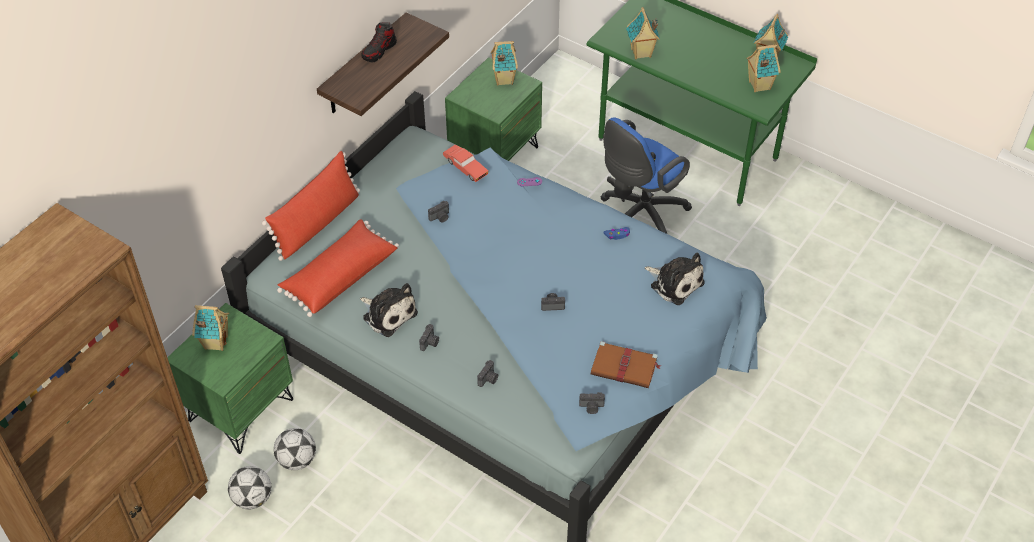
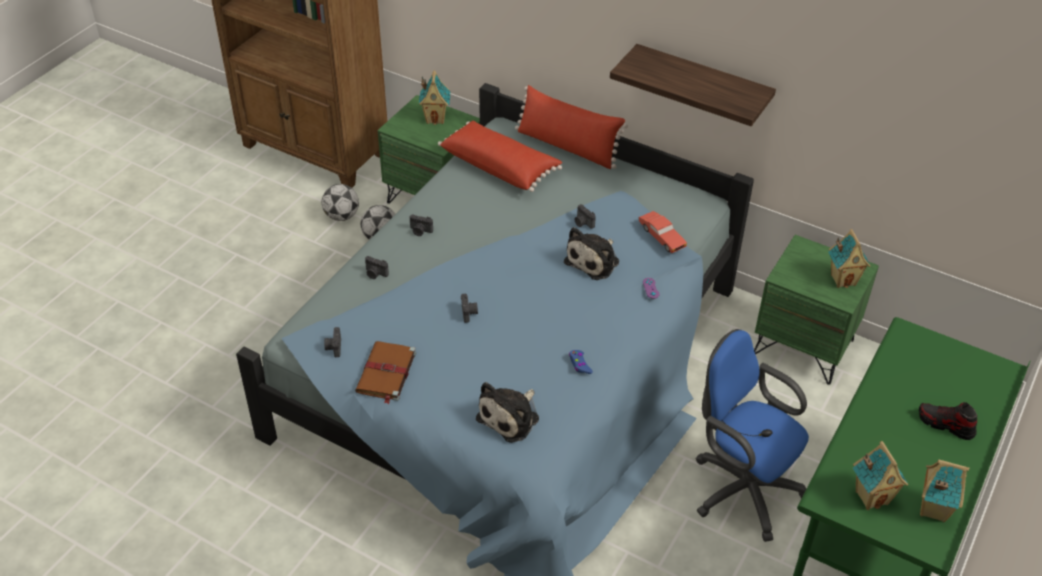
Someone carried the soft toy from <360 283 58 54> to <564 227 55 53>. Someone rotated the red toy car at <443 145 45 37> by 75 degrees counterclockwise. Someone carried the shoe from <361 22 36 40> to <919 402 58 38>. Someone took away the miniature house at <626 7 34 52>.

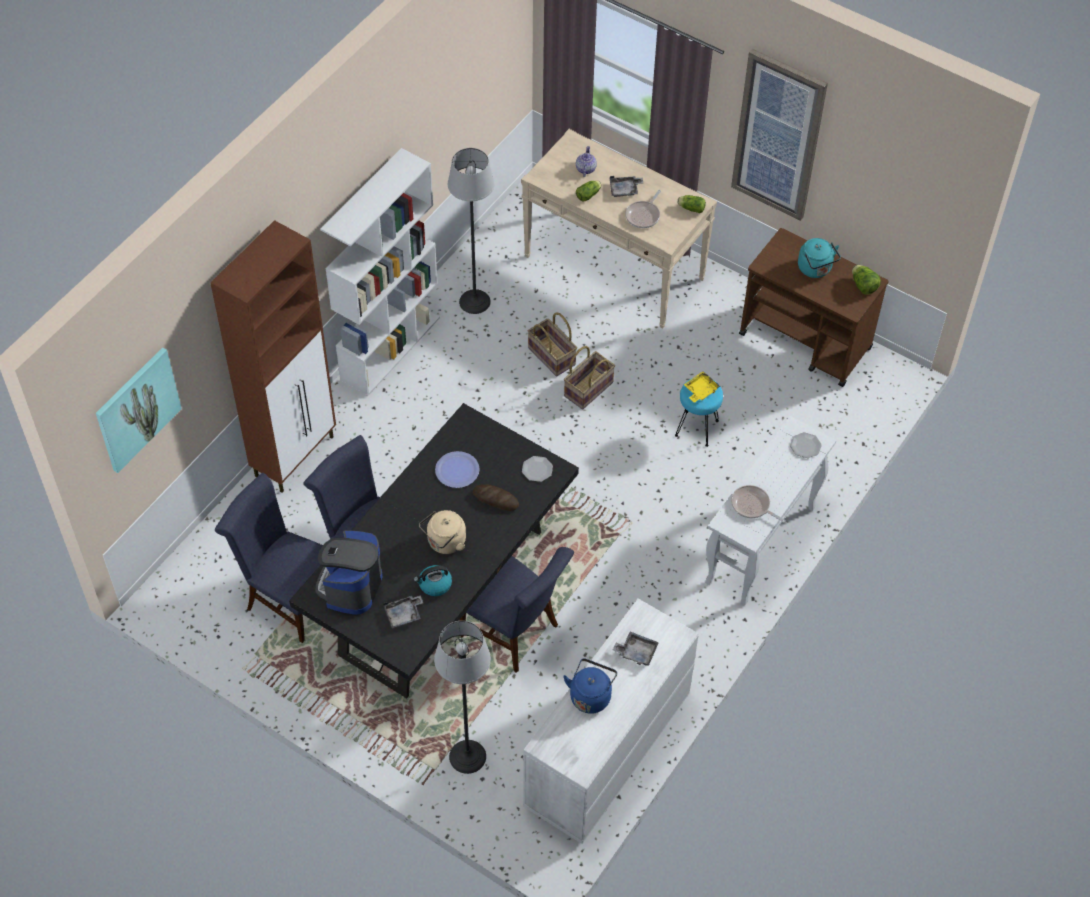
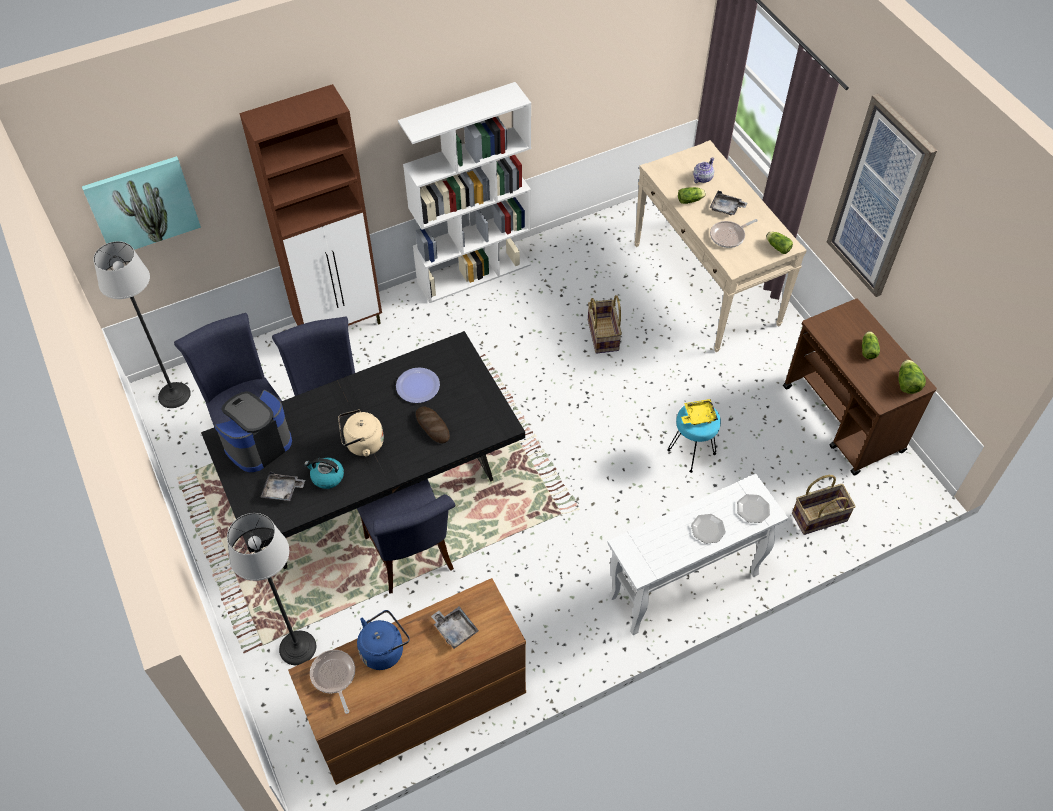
Someone carried the standing lamp from <448 148 47 166> to <94 241 97 167>. Someone repainted the whitish dresser at <523 599 175 245>, which became the brownish dresser at <288 578 238 207>. Someone carried the pan from <731 485 54 38> to <310 650 45 64>. Someone carried the plate from <522 456 31 26> to <691 514 35 30>. Someone carried the basket from <564 346 51 64> to <792 475 64 60>. Someone swapped the turquoise-coloured water kettle at <798 238 43 40> for the lettuce at <862 331 18 28>.

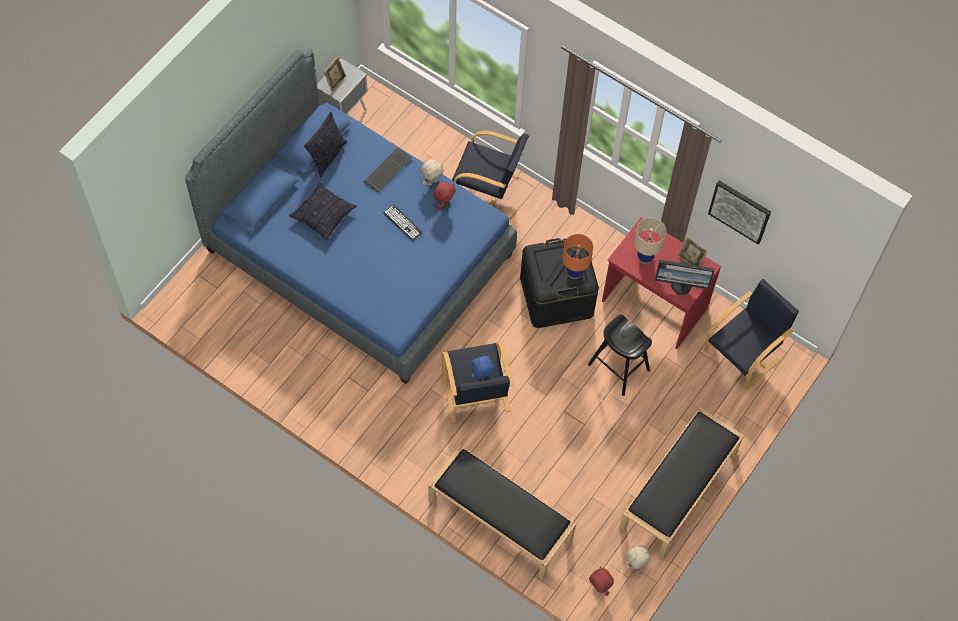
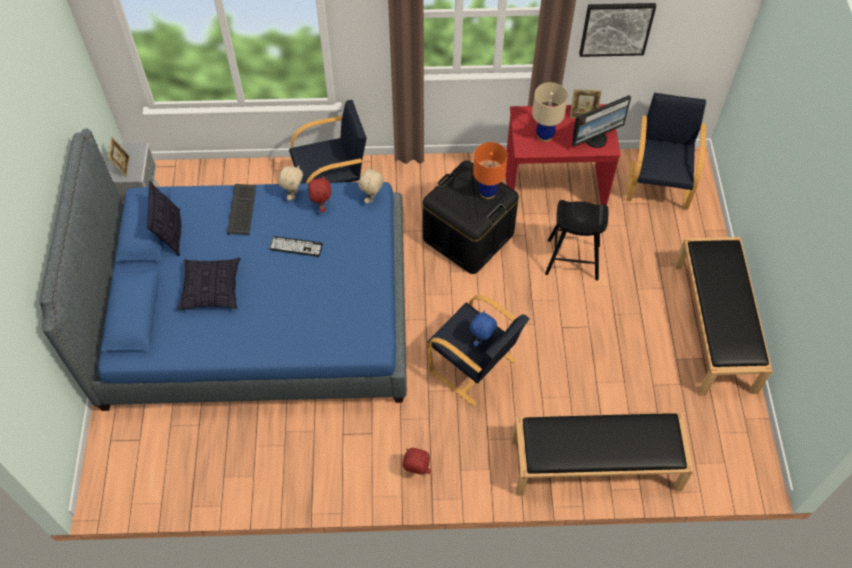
Someone carried the beige-coloured soft toy from <626 545 25 24> to <358 166 26 38>. Someone carried the red soft toy from <589 567 25 29> to <403 448 28 26>.

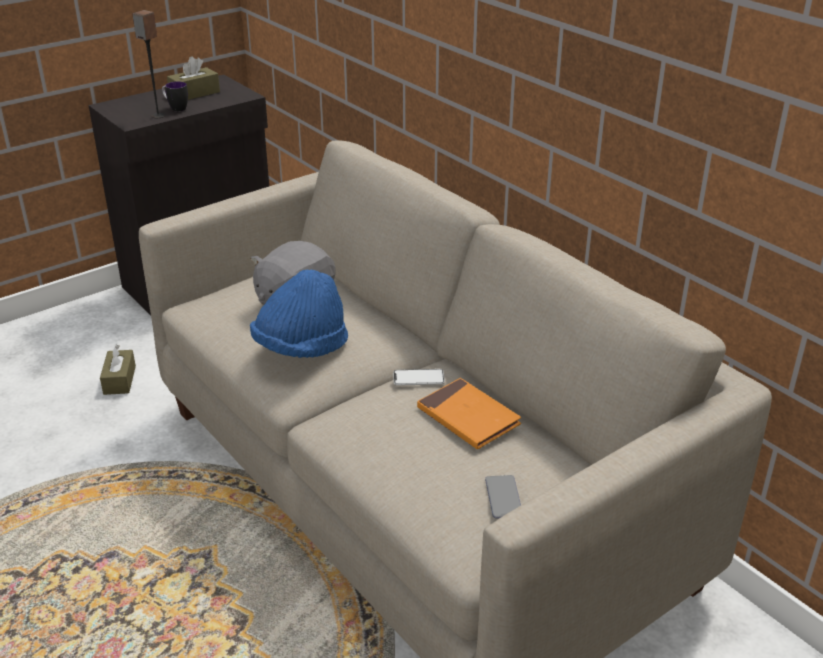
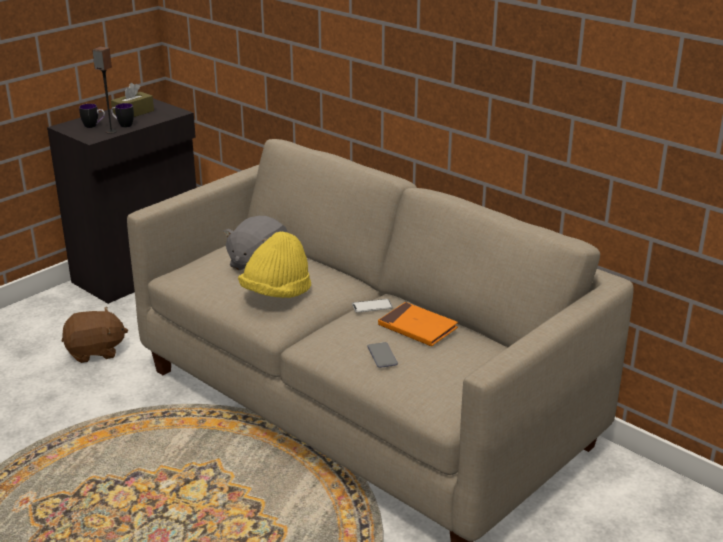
Someone swapped the brownish tissue holder at <100 345 36 50> for the brownish soft toy at <62 307 66 56>. Someone put down the mug at <79 104 26 24>. Someone repainted the bluish hat at <250 269 98 89>, which became the yellow-coloured hat at <238 231 73 67>. Someone carried the telephone from <485 475 36 44> to <368 342 30 26>.

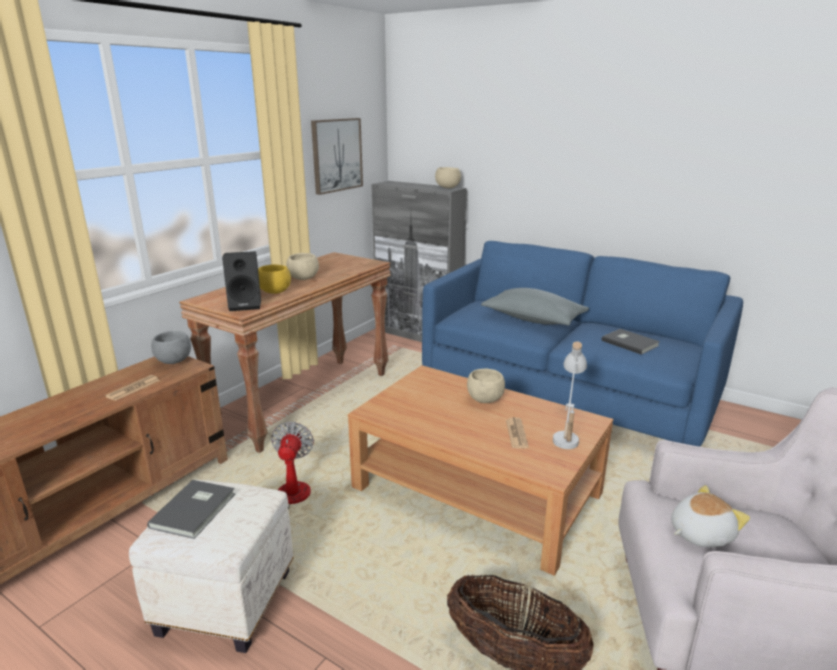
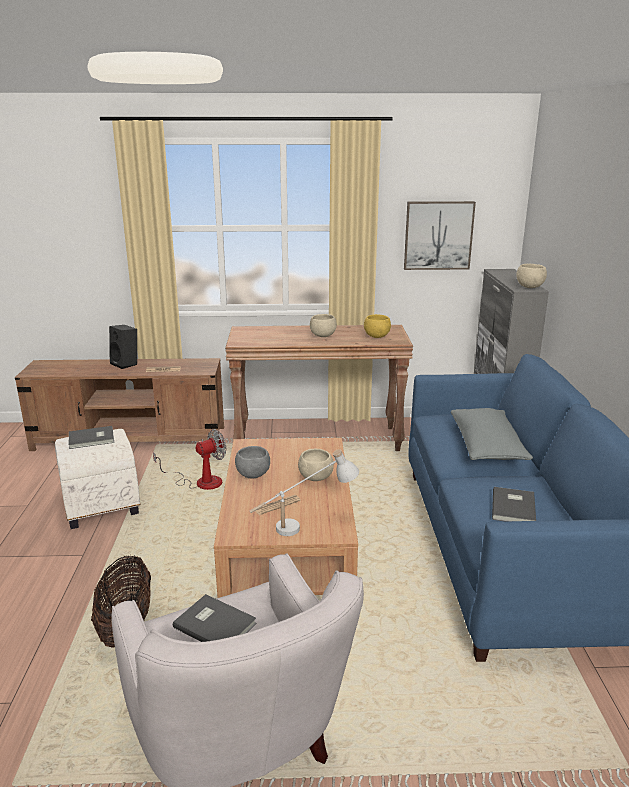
Someone carried the blackish speaker from <222 251 39 60> to <109 325 28 44>. Someone swapped the soft toy at <671 485 79 62> for the grey book at <173 594 84 48>. Someone carried the grey deep dish from <151 331 40 33> to <235 446 35 32>. Someone carried the yellow-coloured deep dish from <258 265 33 29> to <364 314 27 24>.

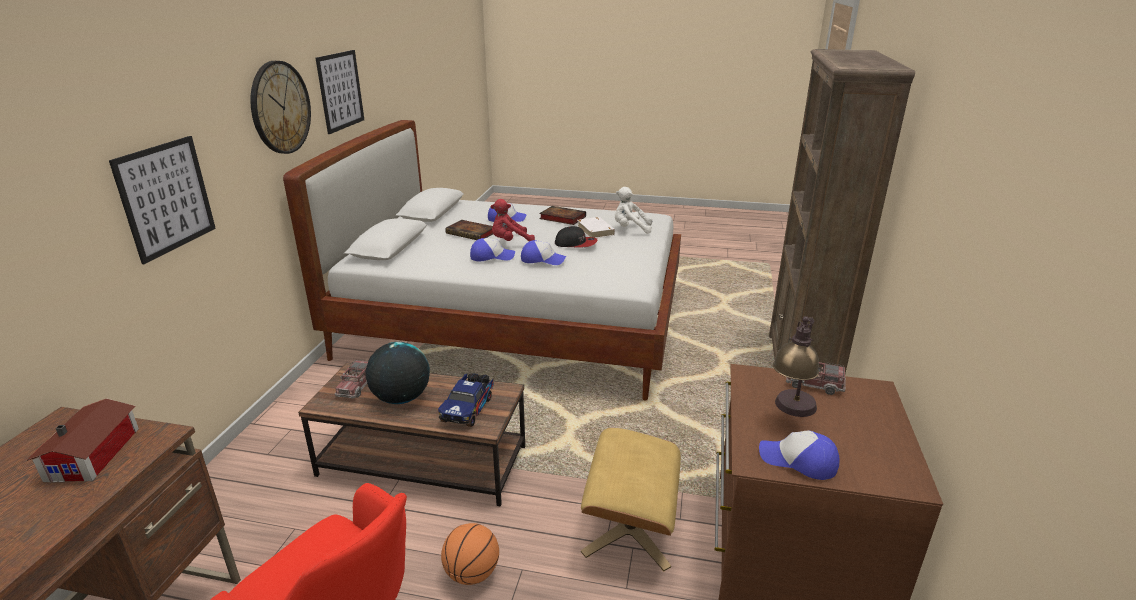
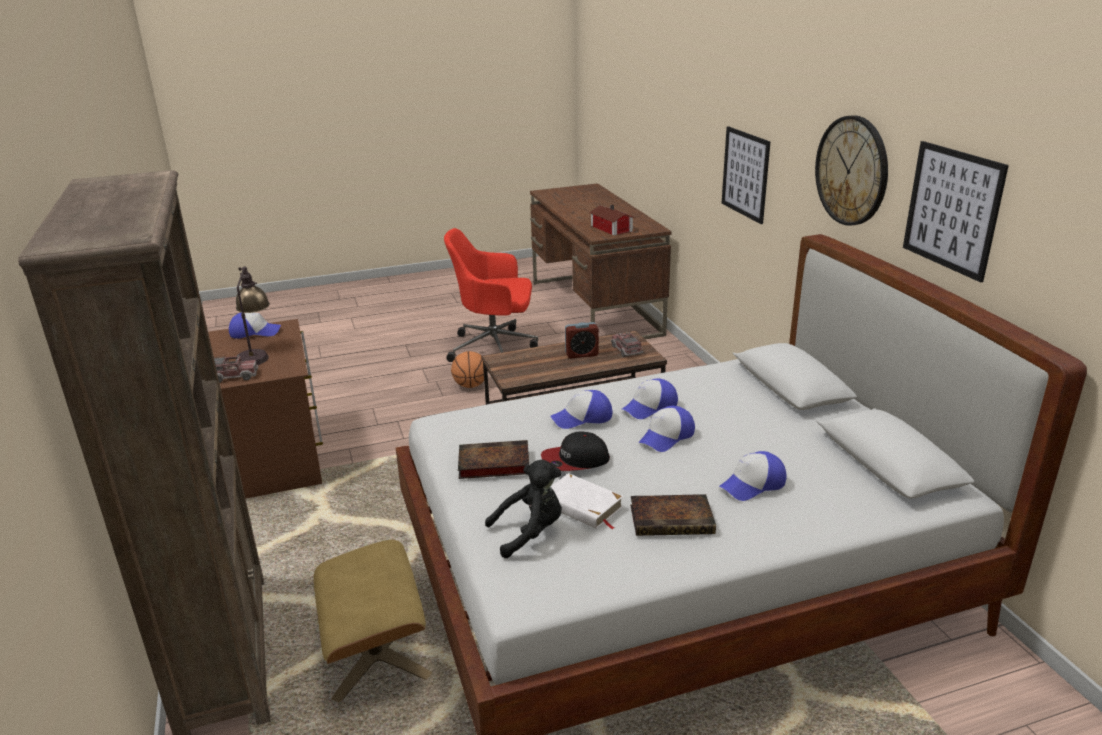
Someone carried the beige-coloured footrest from <581 428 100 143> to <313 539 119 164>. Someone carried the book from <445 220 48 20> to <458 440 71 39>. Someone repainted the whitish soft toy at <615 187 37 47>, which became the blackish soft toy at <485 459 77 99>. Someone swapped the desk globe at <365 342 65 62> for the alarm clock at <565 322 34 37>. Someone swapped the red soft toy at <491 199 44 42> for the cap at <639 406 56 46>. Someone took away the toy truck at <438 373 55 54>.

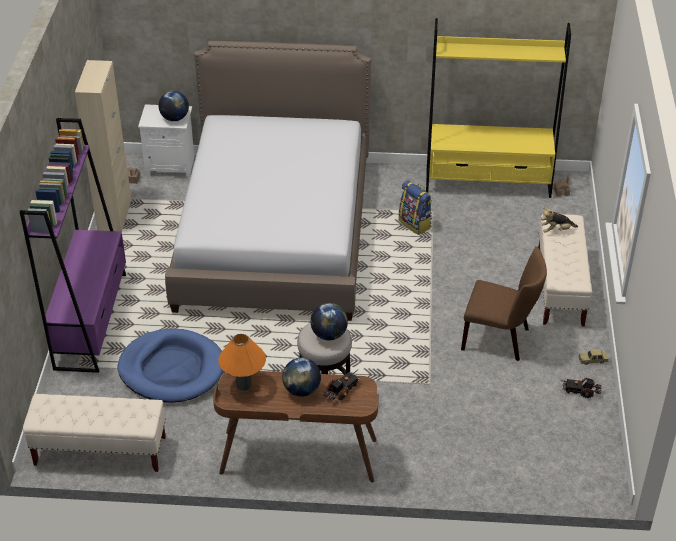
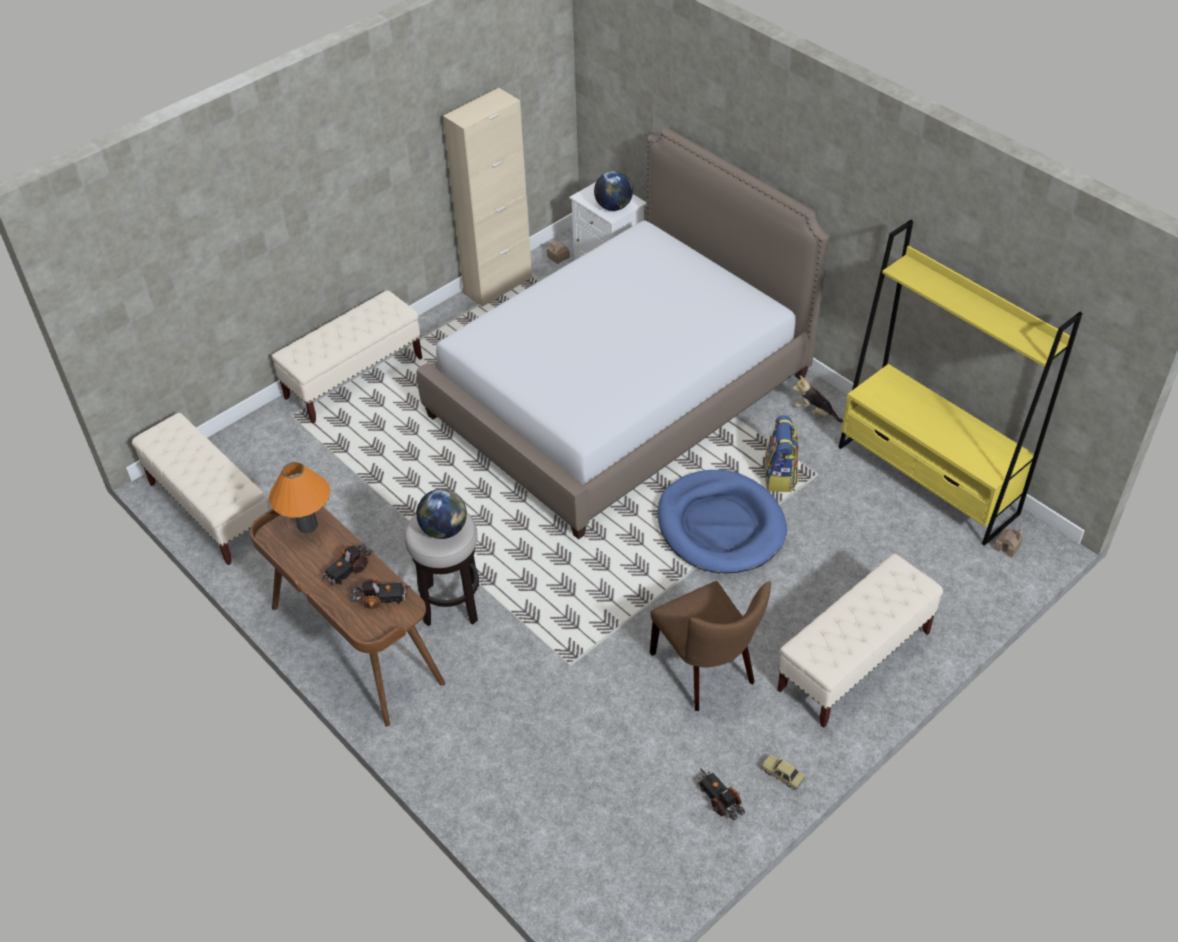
Someone swapped the purple-coloured bookcase at <20 118 106 255> for the beige-coloured bench at <272 290 150 133>. Someone swapped the desk globe at <282 358 39 39> for the toy truck at <322 543 51 43>. Someone carried the bluish pet bed from <117 329 106 74> to <657 470 130 103>. Someone carried the soft toy from <541 207 37 26> to <792 375 51 48>.

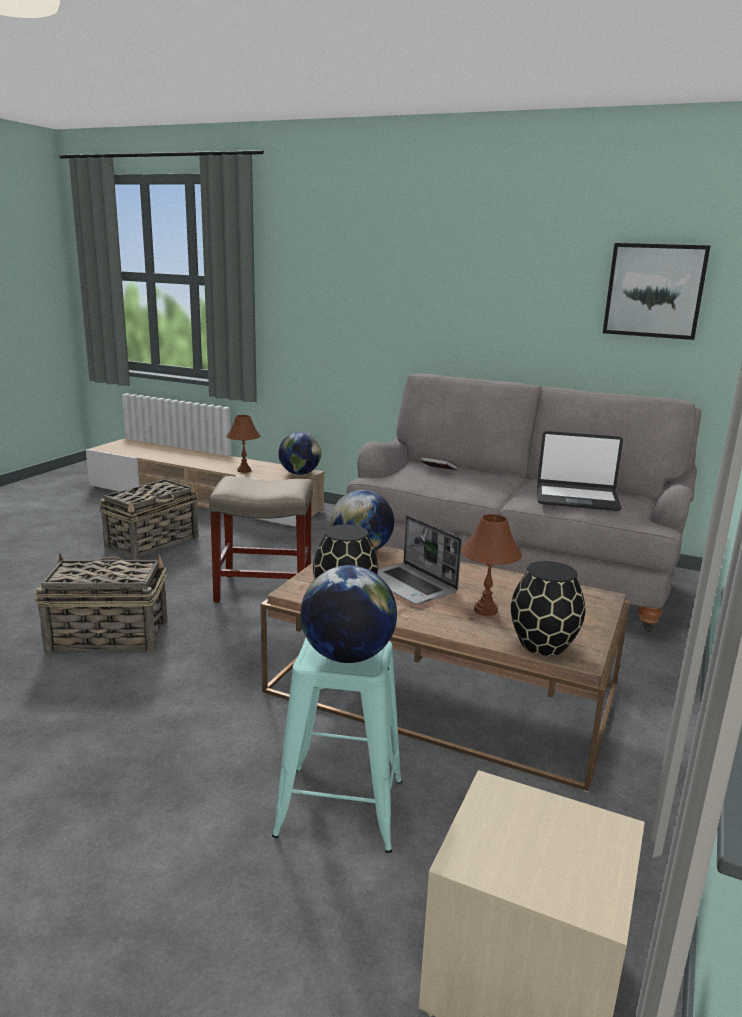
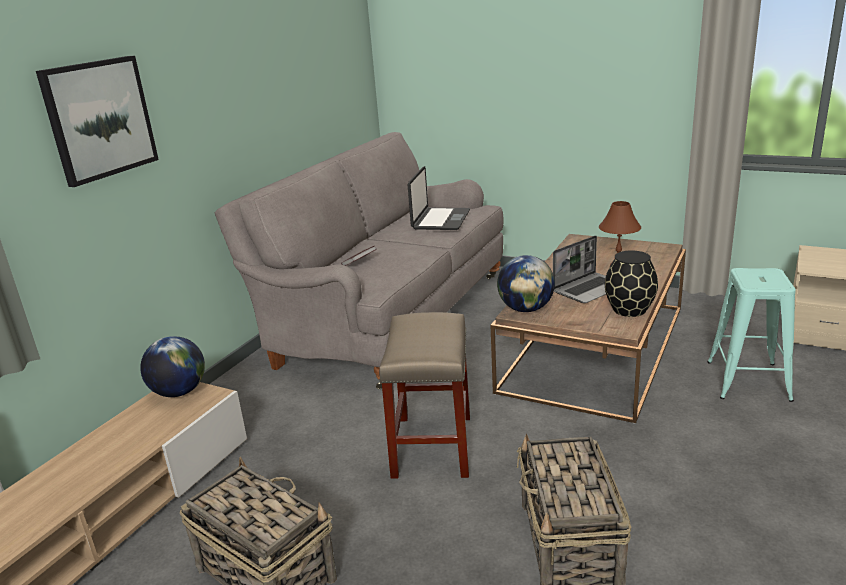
Someone carried the wall art from <603 243 107 97> to <36 56 123 131>. Someone took away the brownish table lamp at <226 415 35 58>. Someone took away the desk globe at <300 565 97 98>. Someone took away the blackish vase at <511 561 74 95>.

